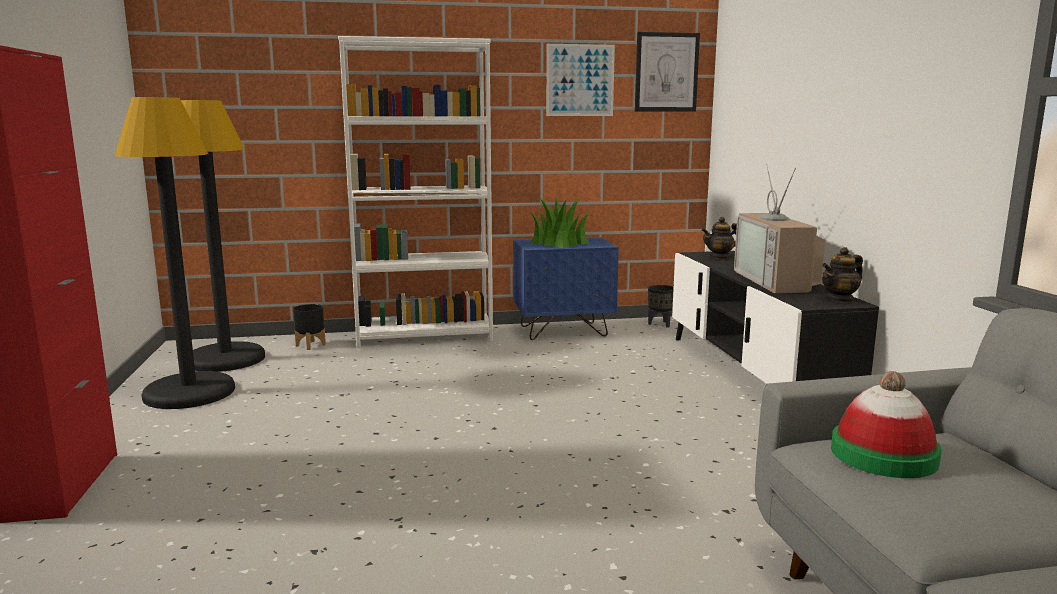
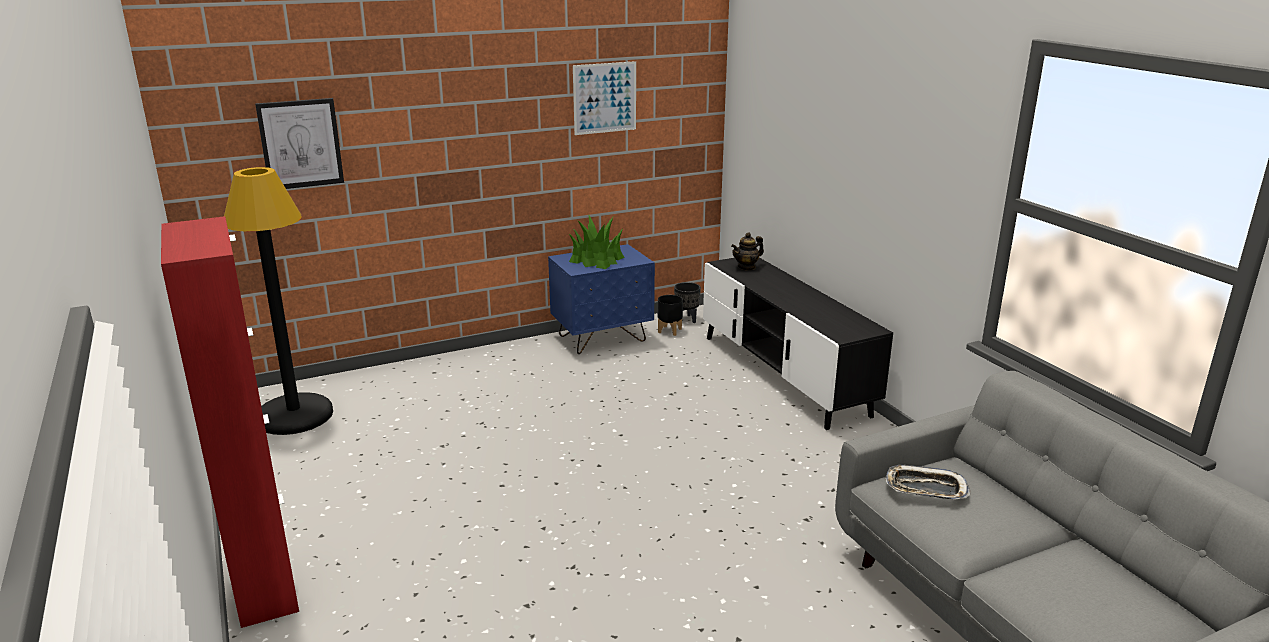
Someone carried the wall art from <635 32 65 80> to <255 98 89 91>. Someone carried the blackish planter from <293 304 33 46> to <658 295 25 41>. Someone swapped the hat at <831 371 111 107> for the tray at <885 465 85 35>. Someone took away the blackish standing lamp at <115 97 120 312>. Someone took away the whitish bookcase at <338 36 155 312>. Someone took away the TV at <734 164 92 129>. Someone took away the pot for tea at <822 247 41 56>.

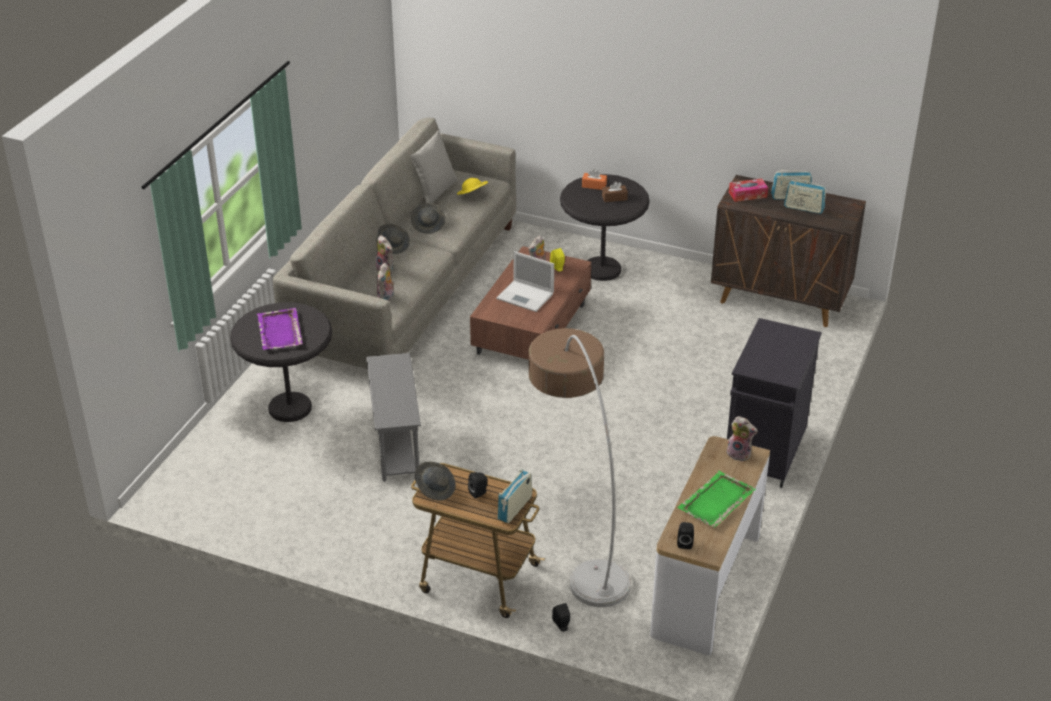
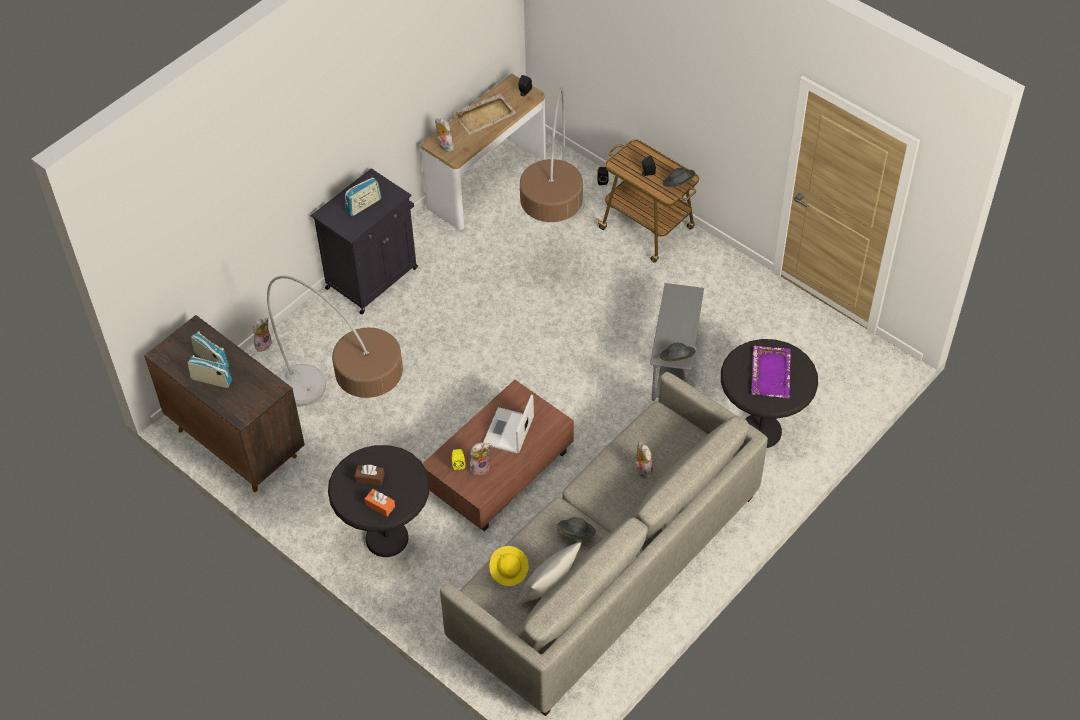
Someone carried the soft toy from <377 263 18 38> to <253 318 19 34>. Someone put down the standing lamp at <267 276 136 130>. Someone carried the radio receiver from <498 469 34 54> to <345 177 37 39>. Someone repainted the green-coloured tray at <677 471 79 57>, which became the beige-coloured tray at <453 94 63 41>. Someone rotated the portable computer at <496 251 58 61> by 120 degrees counterclockwise. Someone carried the grey hat from <376 223 34 31> to <659 343 37 18>. Someone took away the tissue holder at <729 178 39 24>.

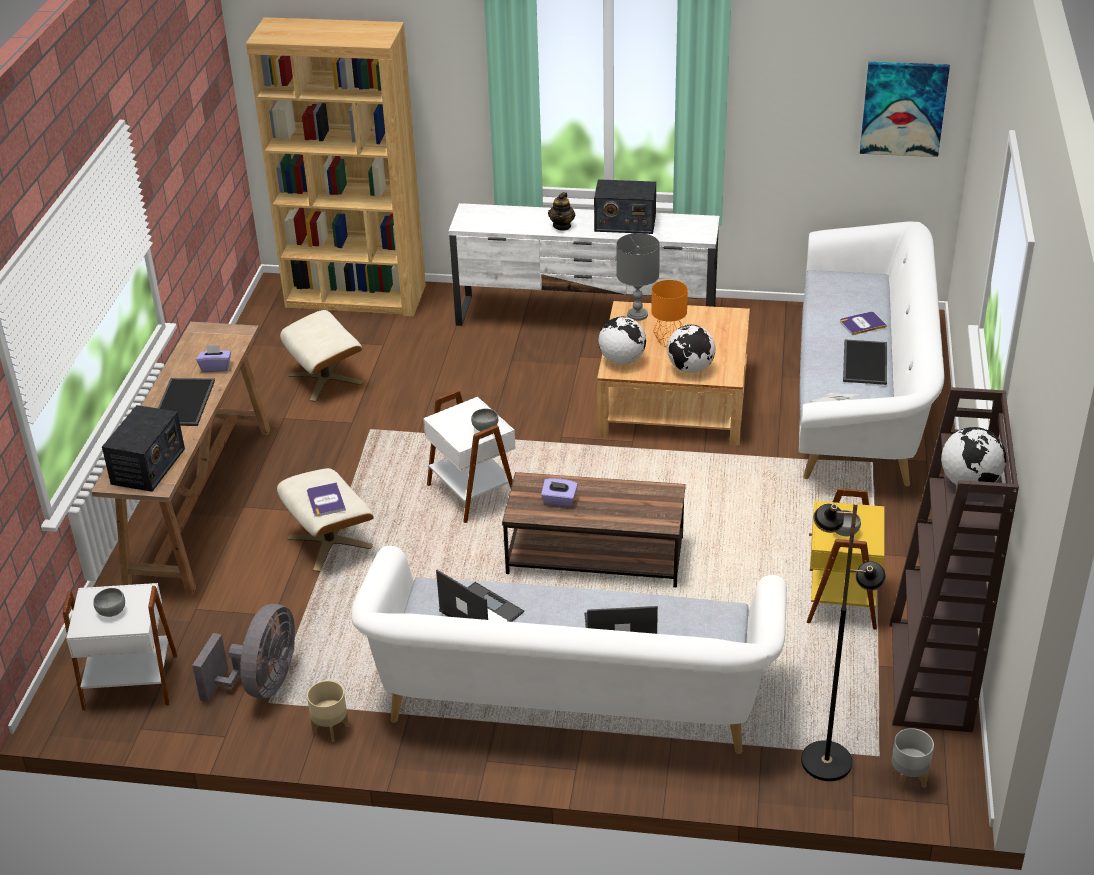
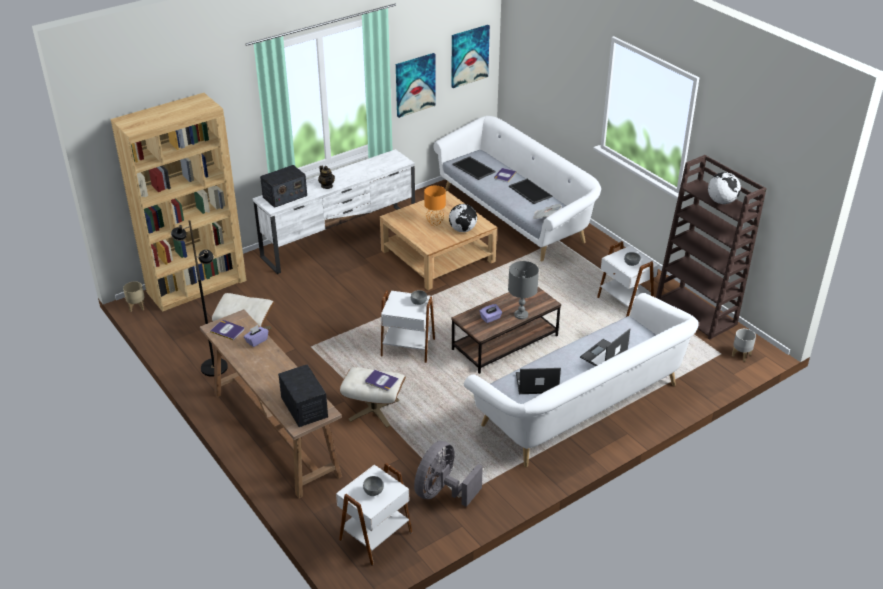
Someone carried the beige-coloured planter from <307 680 42 62> to <123 281 22 31>. Someone carried the blackish standing lamp from <801 502 85 279> to <171 220 57 157>. Someone put down the book at <210 320 34 20>. Someone carried the radio receiver from <594 179 62 55> to <260 165 47 43>. Someone put up the wall art at <396 53 40 65>. Someone rotated the grey cooling fan at <192 604 103 98> by 120 degrees counterclockwise. Someone carried the tray from <158 378 57 48> to <453 156 43 24>. Someone carried the grey table lamp from <616 233 44 88> to <508 261 31 58>. Someone repainted the yellow-coloured end table at <807 488 77 141>, which became the whitish end table at <597 241 61 76>. Someone took away the desk globe at <598 317 48 47>.

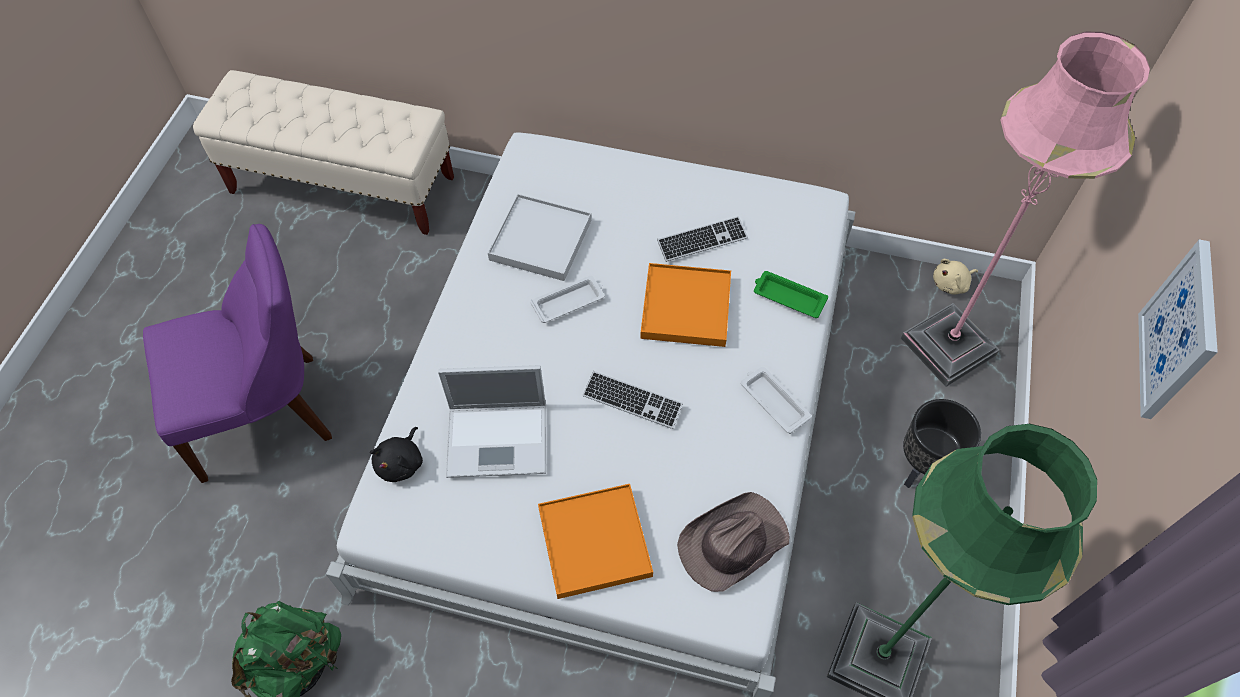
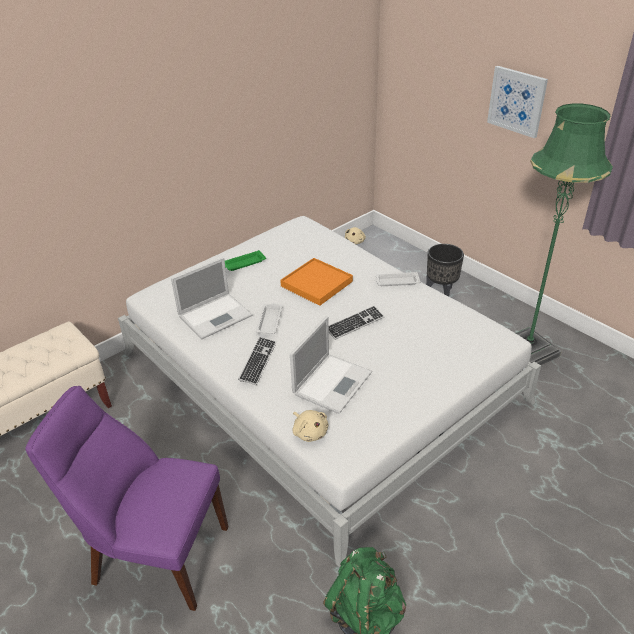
Someone rotated the purple-coloured plain chair at <143 224 189 259> by 90 degrees counterclockwise. Someone swapped the whitish tray at <488 194 103 87> for the portable computer at <171 257 81 83>. Someone carried the green-coloured tray from <754 271 74 47> to <225 250 41 21>. Someone carried the computer keyboard from <657 216 91 46> to <238 337 39 48>. Someone repainted the blackish soft toy at <370 427 53 55>, which became the beige-coloured soft toy at <293 410 35 32>. Someone took away the orange-coloured tray at <538 484 115 115>. Someone took away the brownish hat at <677 492 112 100>. Someone took away the pink-coloured standing lamp at <901 32 249 355>.

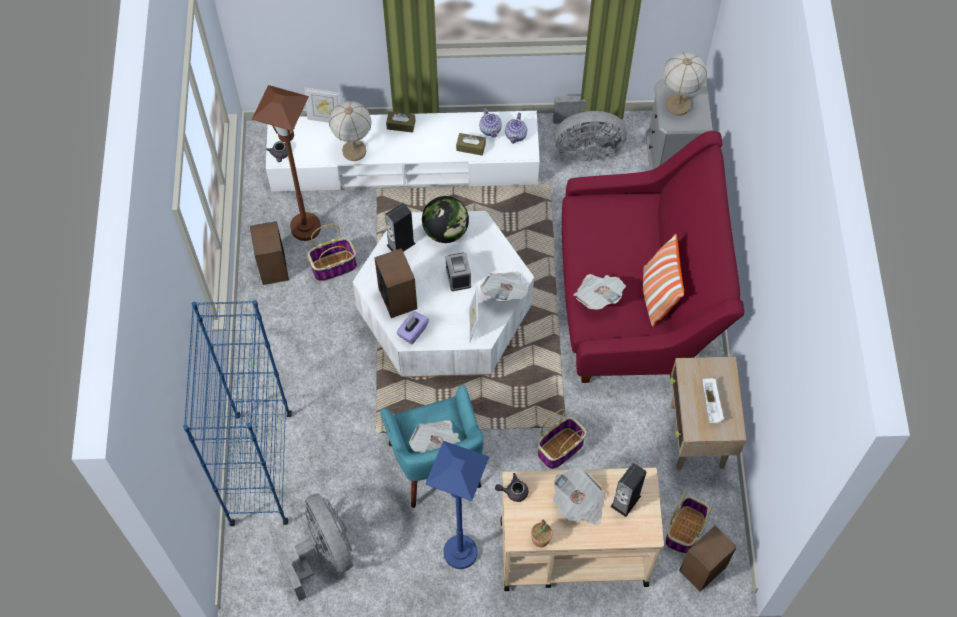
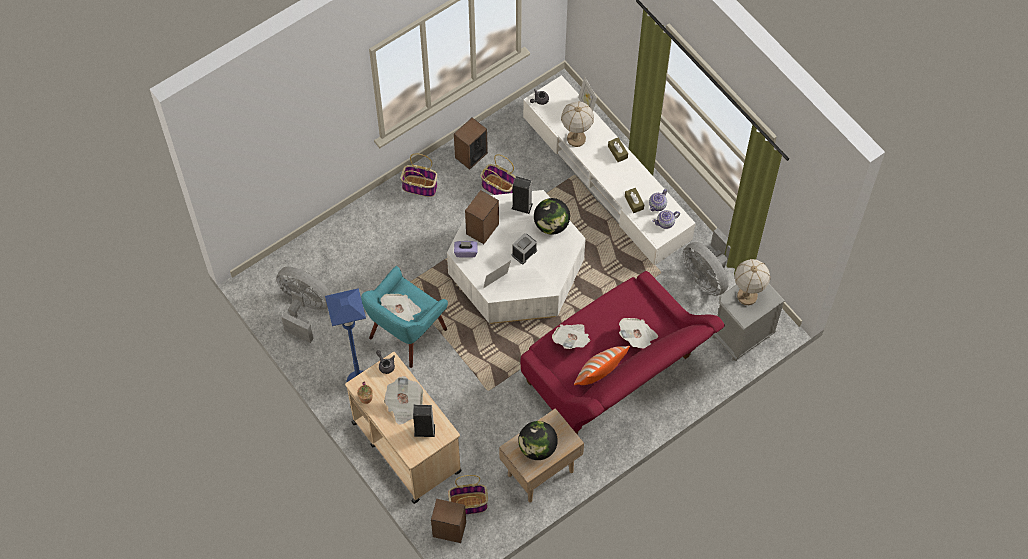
Someone rotated the grey cooling fan at <277 493 76 108> by 90 degrees counterclockwise. Someone carried the basket from <538 409 49 60> to <400 153 37 44>. Someone swapped the whitish tray at <702 378 22 45> for the desk globe at <518 421 40 39>. Someone carried the newspaper from <480 272 49 29> to <619 318 39 31>. Someone took away the bluish bookcase at <183 300 109 226>. Someone took away the brownish standing lamp at <252 85 69 156>.

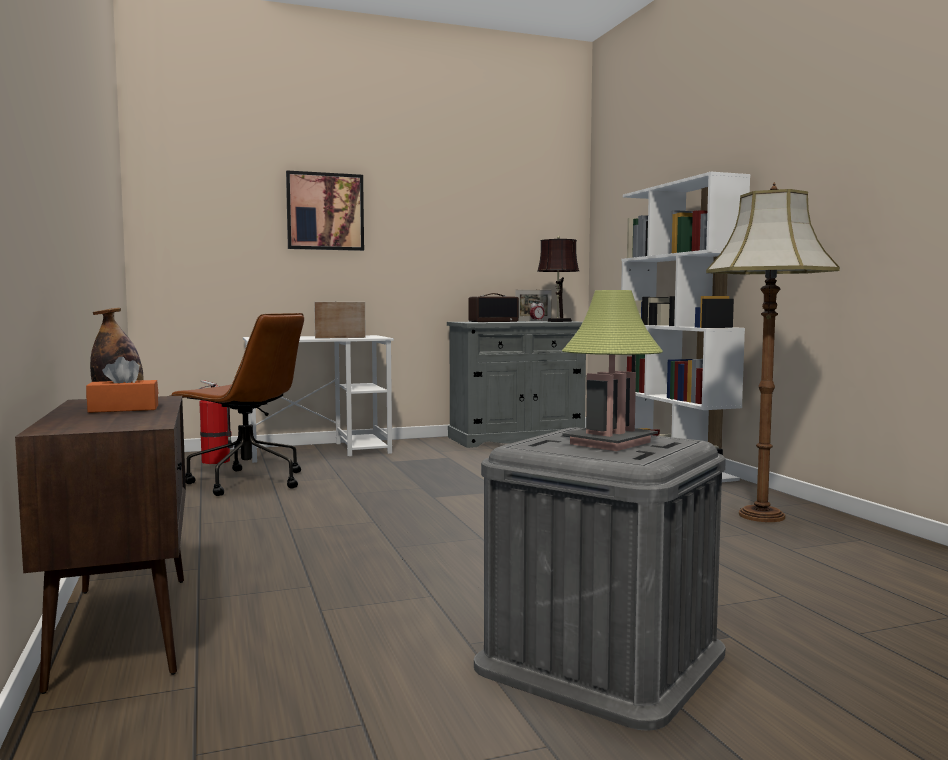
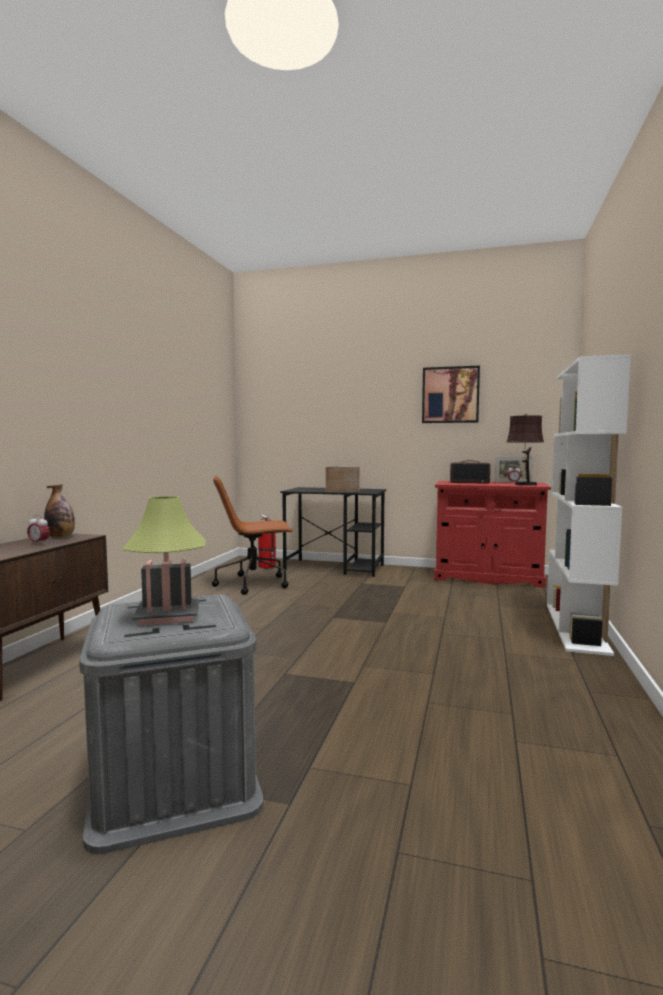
Someone swapped the orange-coloured tissue holder at <86 356 73 57> for the alarm clock at <27 515 23 29>. Someone rotated the brownish desk chair at <169 313 135 183> by 105 degrees clockwise. Someone repainted the whitish desk table at <243 335 151 128>, which became the blackish desk table at <280 487 106 90>. Someone carried the wall art from <286 171 78 80> to <422 365 58 58>. Someone repainted the grey cabinet at <447 321 139 127>, which became the red cabinet at <434 481 117 107>. Someone took away the standing lamp at <706 182 134 340>.

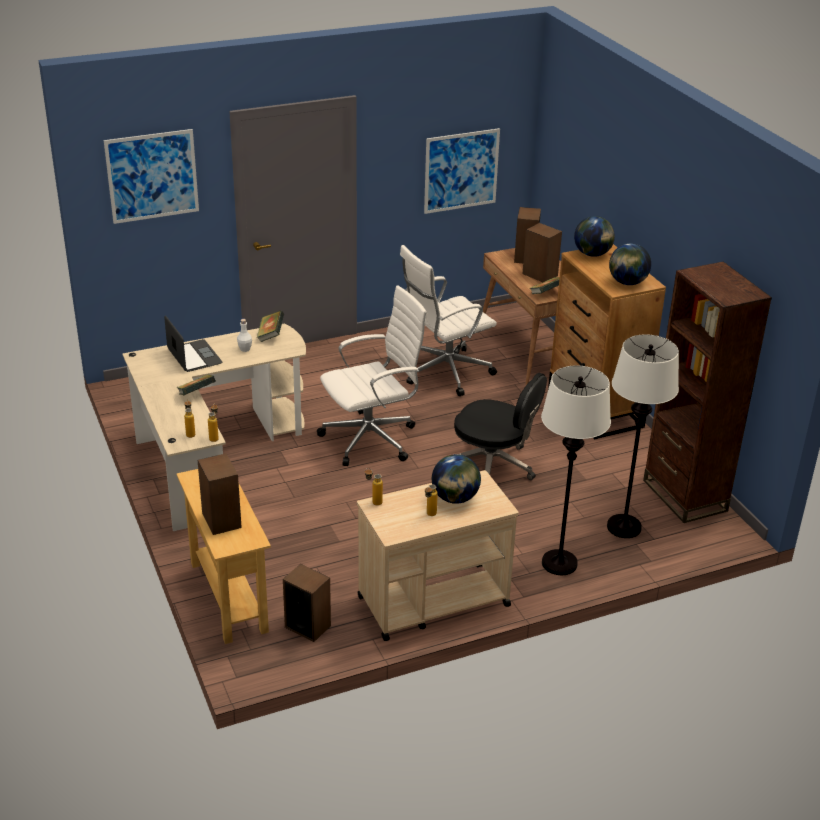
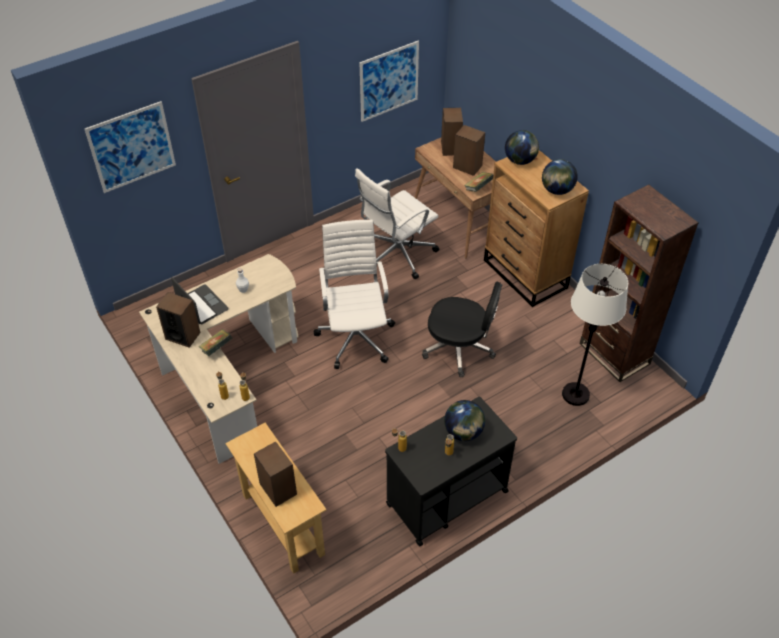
Someone carried the speaker from <283 564 48 78> to <156 292 44 56>. Someone rotated the whitish desk chair at <317 285 111 181> by 60 degrees counterclockwise. Someone repainted the beige-coloured cart at <357 470 162 171>, which became the blackish cart at <385 397 132 149>. Someone took away the book at <257 311 27 31>. Someone took away the whitish standing lamp at <541 365 70 210>.

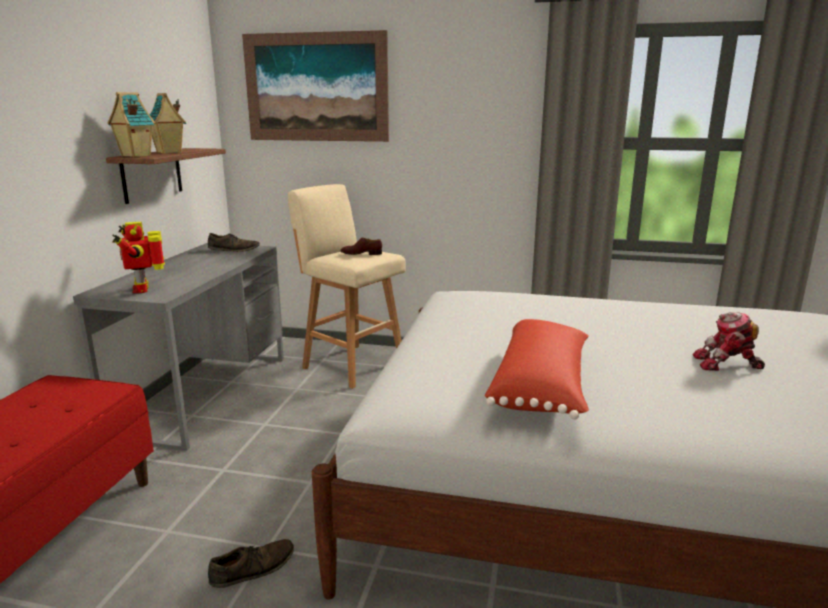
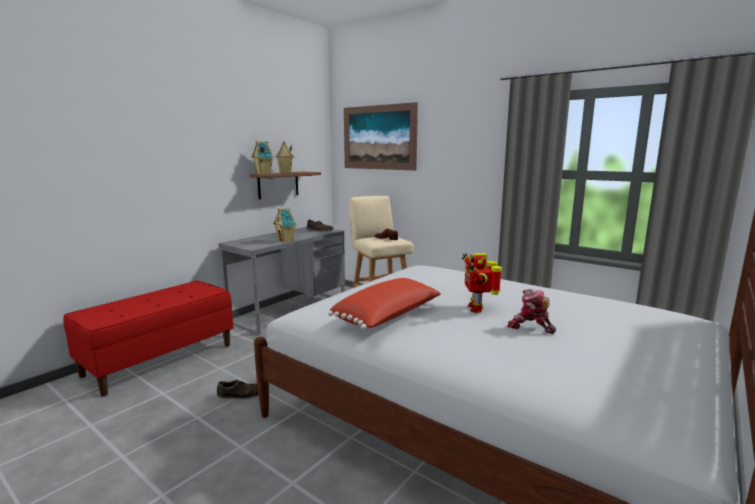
Someone put down the miniature house at <273 207 23 35>. Someone carried the toy robot from <112 222 53 72> to <462 253 40 60>.

